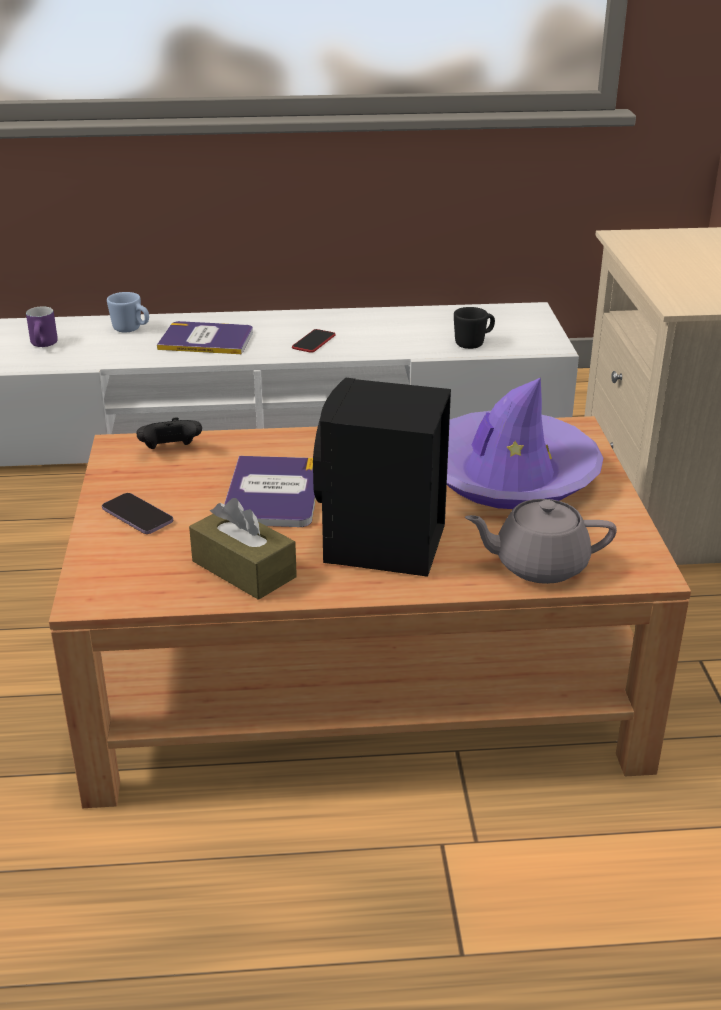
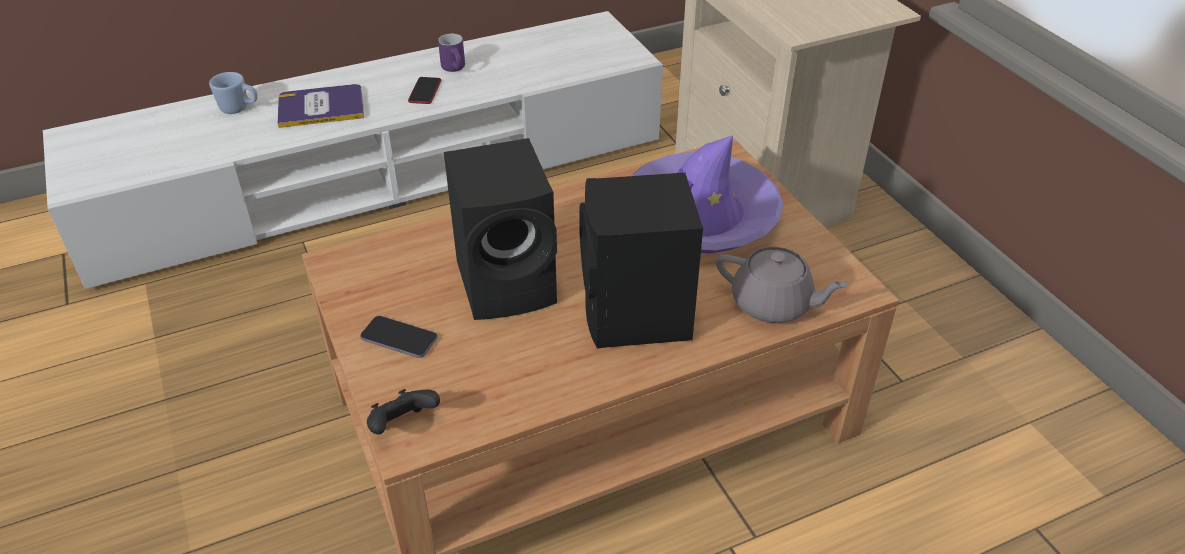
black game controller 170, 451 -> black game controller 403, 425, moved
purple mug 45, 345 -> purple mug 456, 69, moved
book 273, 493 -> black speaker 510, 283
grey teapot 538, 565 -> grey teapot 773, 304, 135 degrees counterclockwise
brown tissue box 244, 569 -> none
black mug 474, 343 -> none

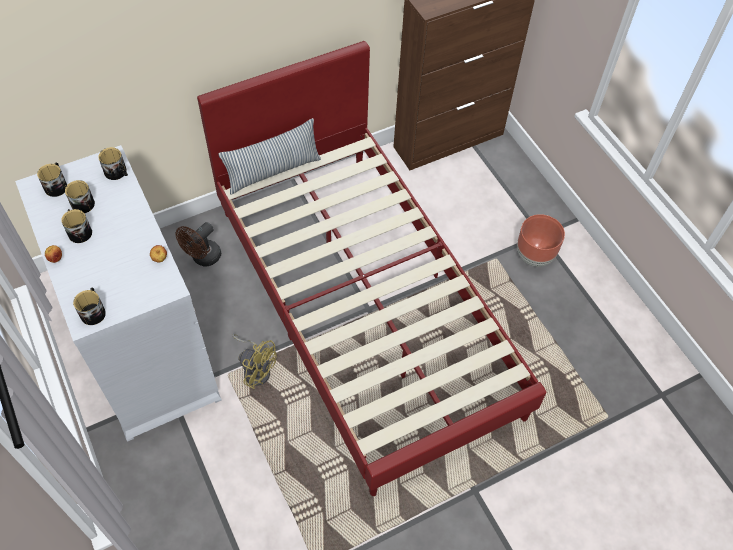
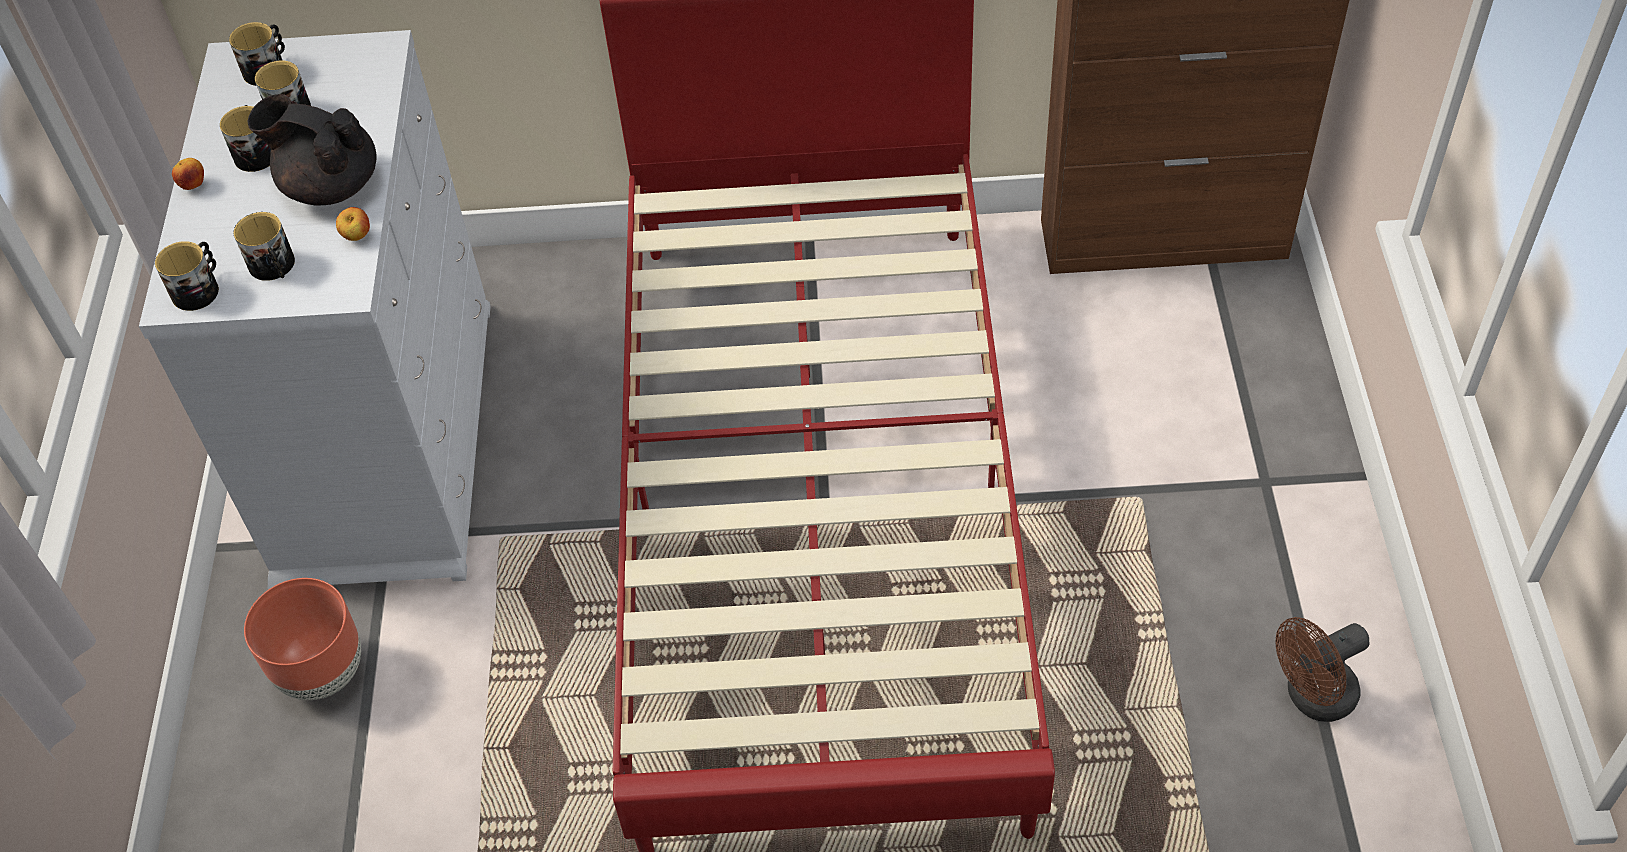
mug 117, 172 -> mug 274, 267, moved
brown planter 534, 256 -> brown planter 321, 672, moved
none -> black teapot 330, 185
brown fan 203, 258 -> brown fan 1312, 698, moved
pillow 273, 171 -> none
yellow fan 256, 369 -> none

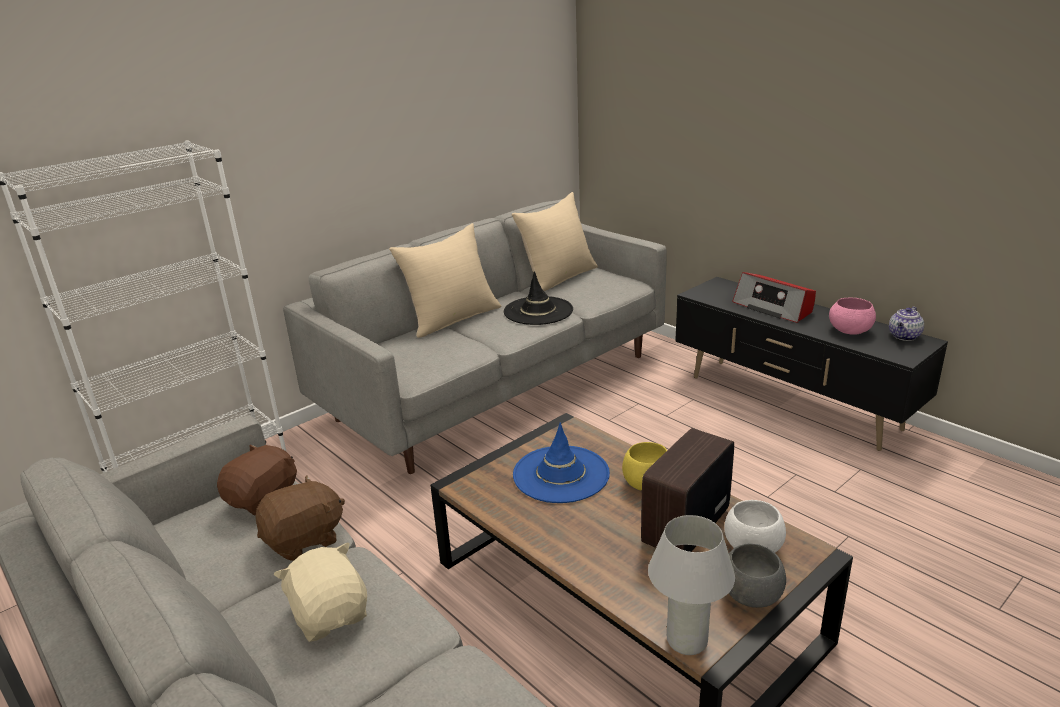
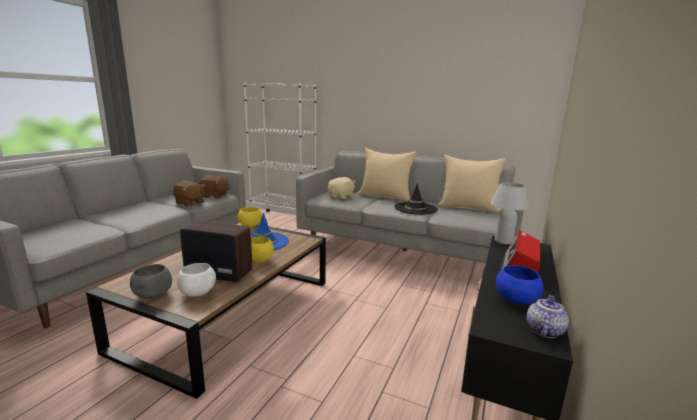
none -> yellow bowl 250, 226
beige plush toy 330, 614 -> beige plush toy 341, 197, moved
white table lamp 687, 641 -> white table lamp 503, 241, moved
pink bowl 850, 331 -> blue bowl 515, 300
teapot 904, 336 -> teapot 544, 330, 105 degrees clockwise

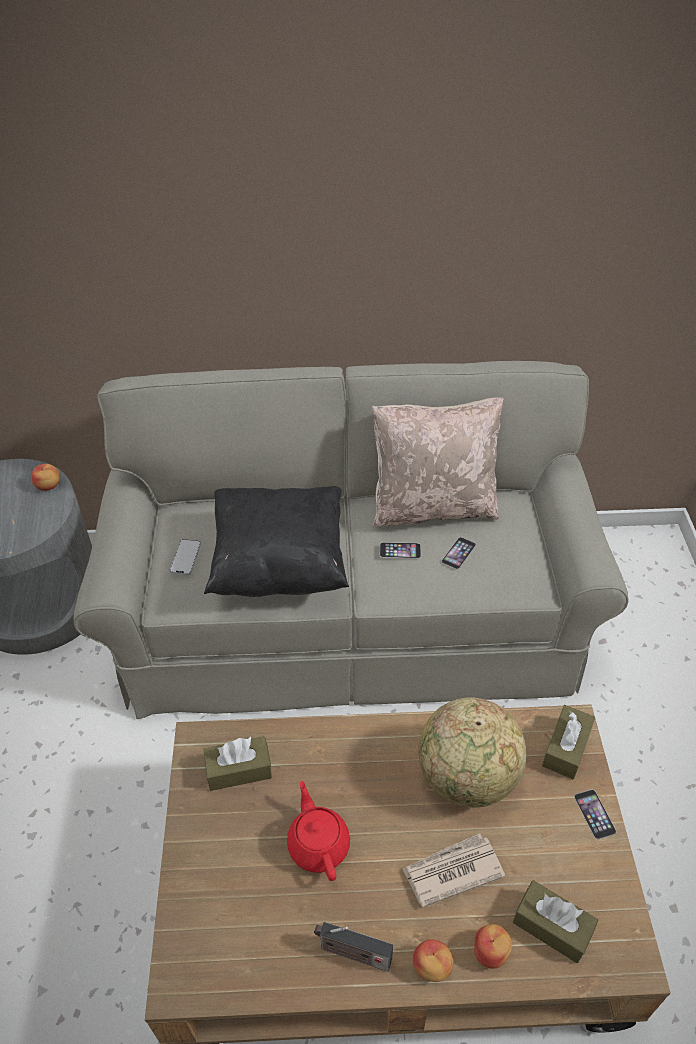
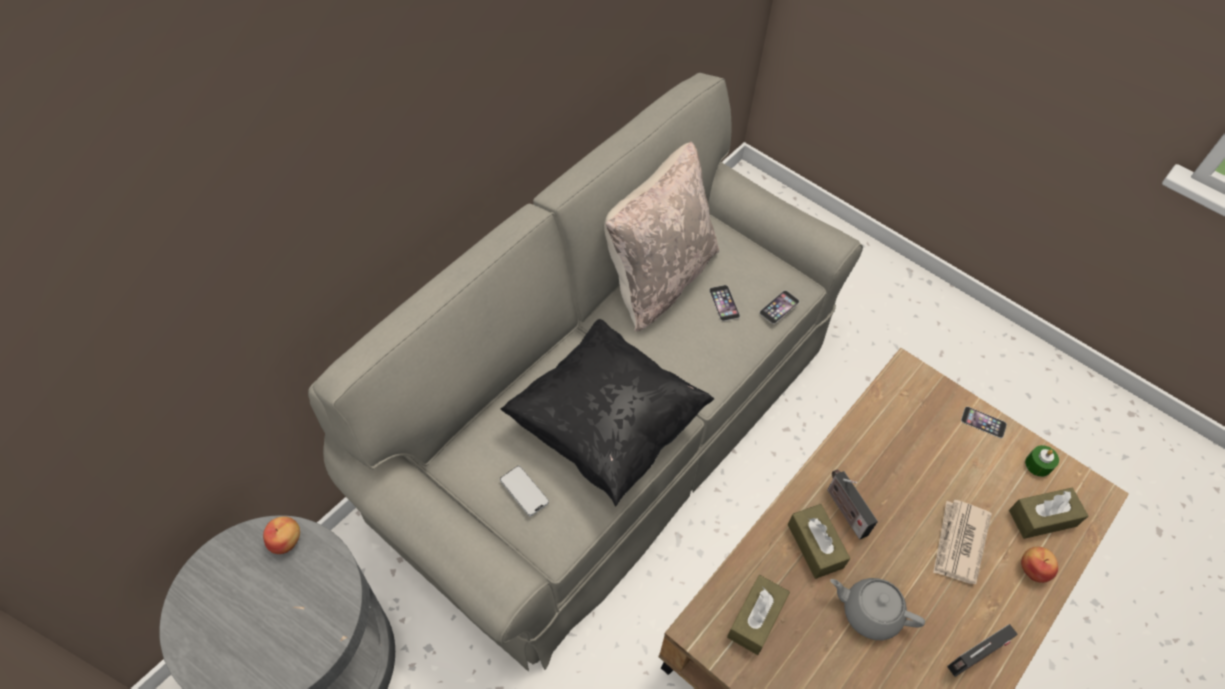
phone 400, 550 -> phone 779, 307, moved
brown tissue box 566, 748 -> brown tissue box 815, 546, moved
none -> radio 844, 510
red teapot 318, 844 -> grey teapot 869, 612
none -> green candle 1038, 464
apple 432, 967 -> none
globe 467, 777 -> none

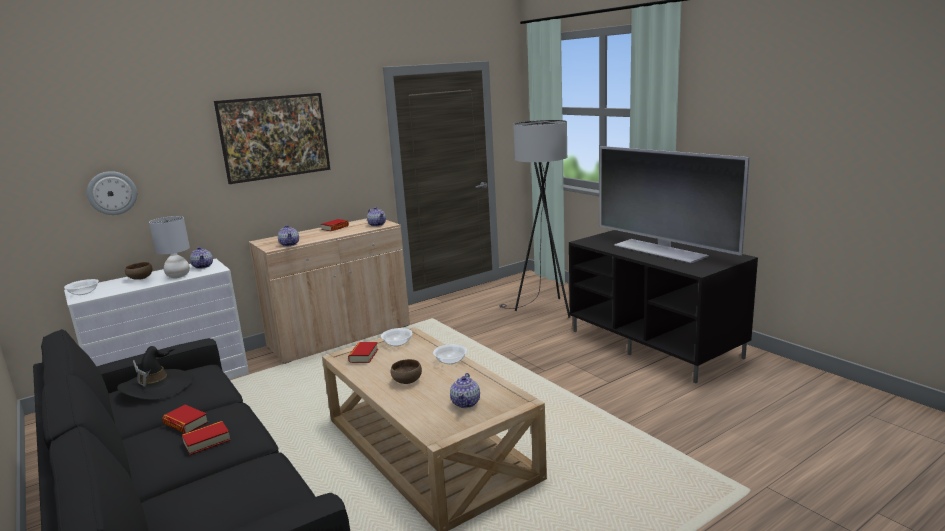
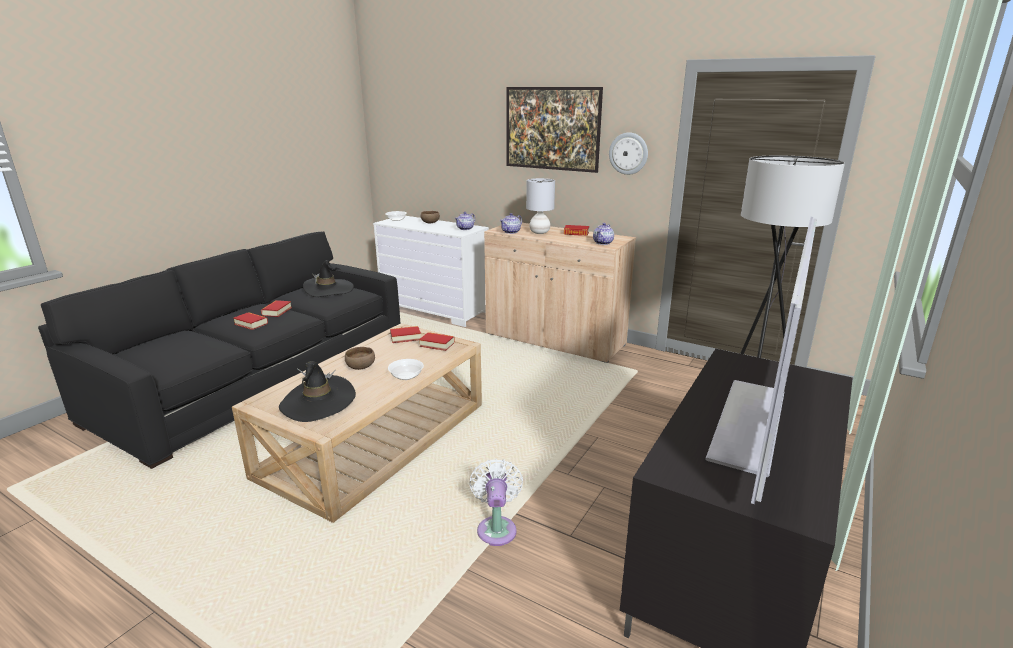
teapot 466, 403 -> black hat 318, 402
bowl 397, 343 -> book 437, 344
none -> white fan 496, 527
grey table lamp 178, 276 -> grey table lamp 539, 232, moved
wall clock 112, 193 -> wall clock 628, 153, moved

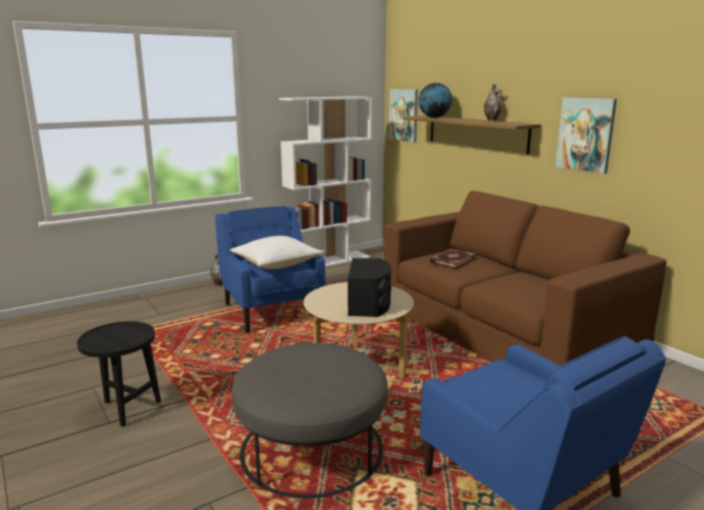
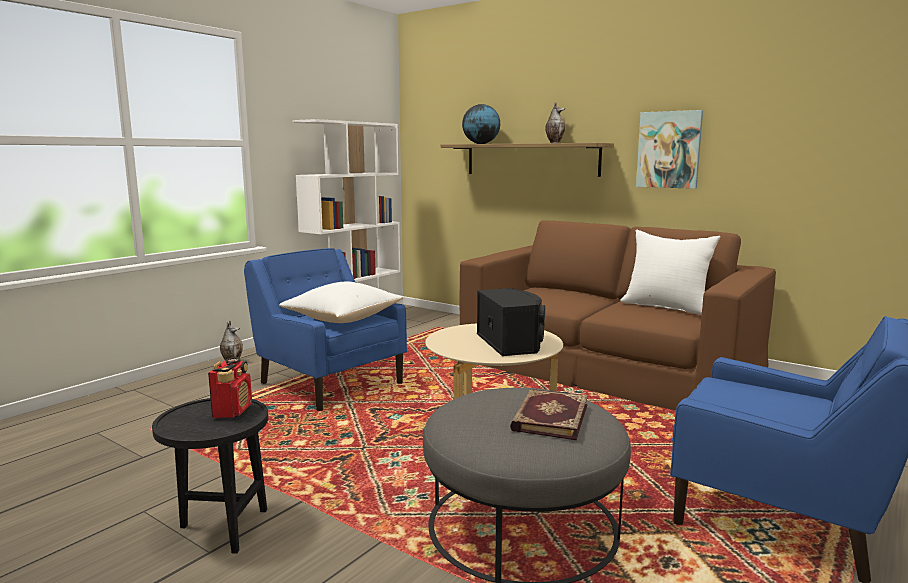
none -> radio 233, 410
book 452, 260 -> book 549, 417, moved
none -> white pillow 667, 307
picture 404, 115 -> none

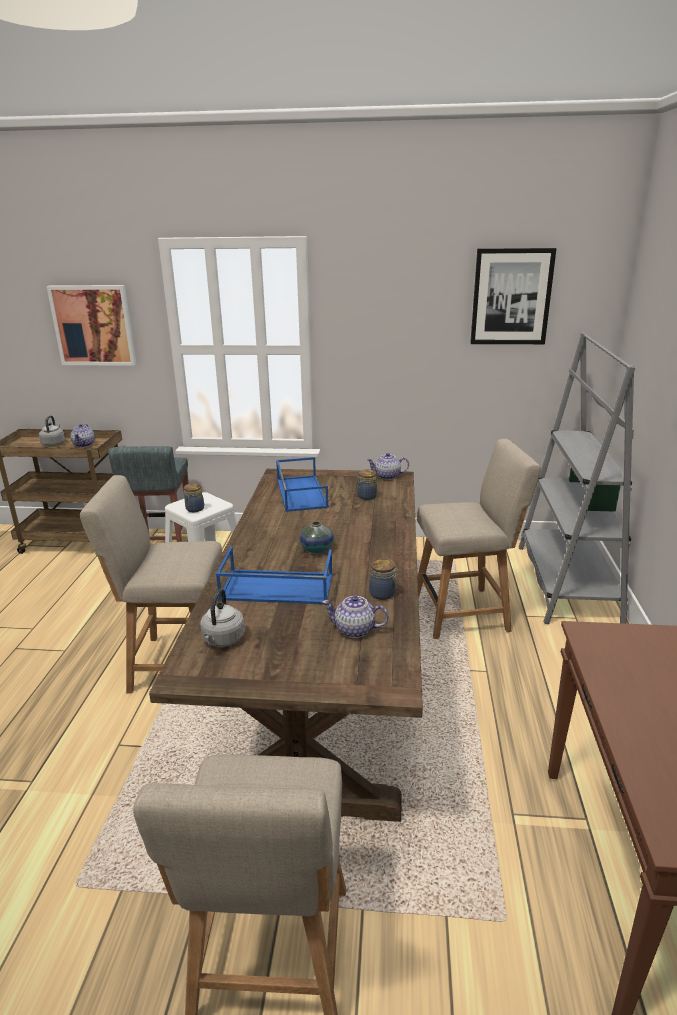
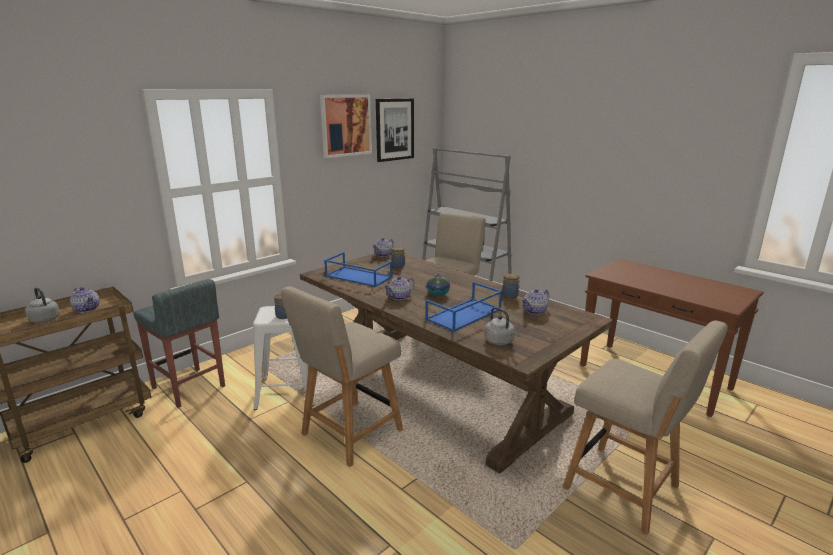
picture 93, 325 -> picture 346, 125, moved
none -> teapot 399, 297

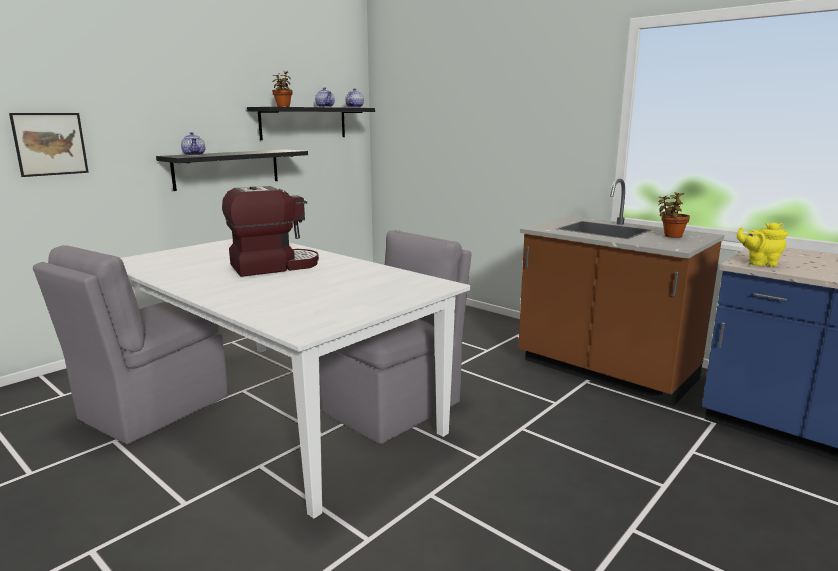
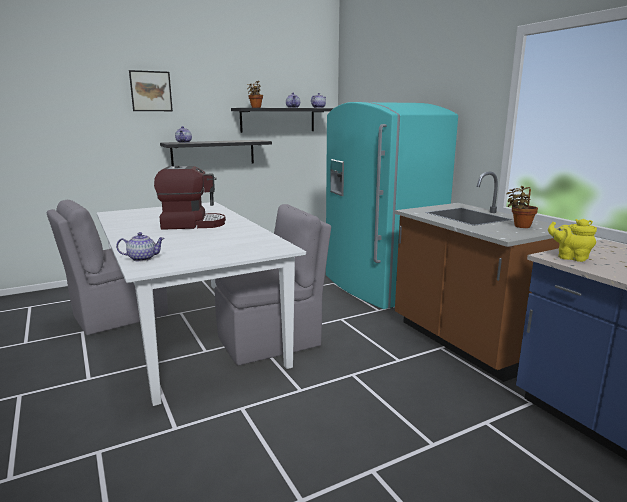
none -> teapot 142, 258
picture 50, 144 -> picture 151, 91, moved
none -> turquoise fridge 378, 287

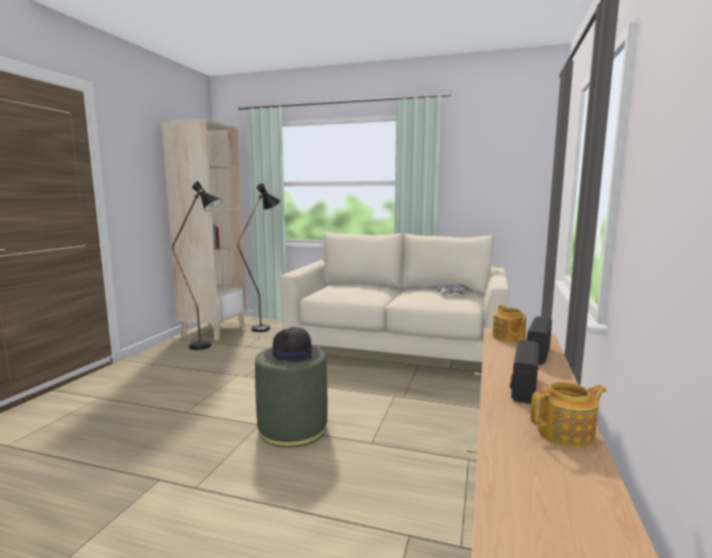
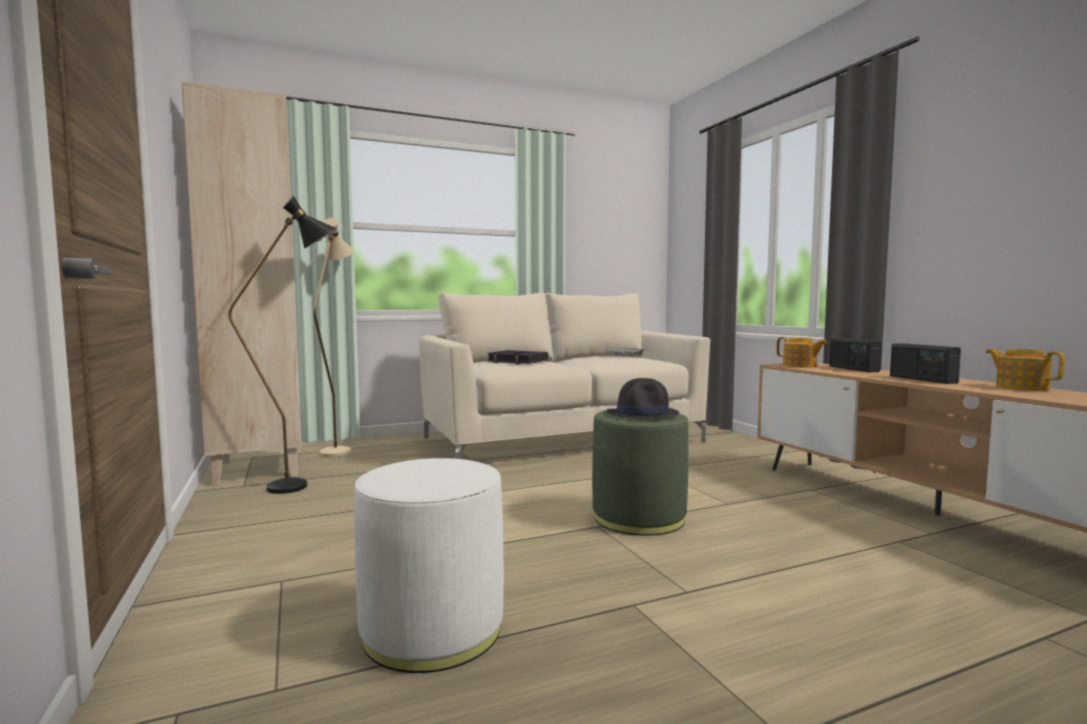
black floor lamp 266, 327 -> beige floor lamp 338, 450
none -> white ottoman 433, 630
none -> book 517, 361
teapot 567, 433 -> teapot 1021, 387, 60 degrees counterclockwise

